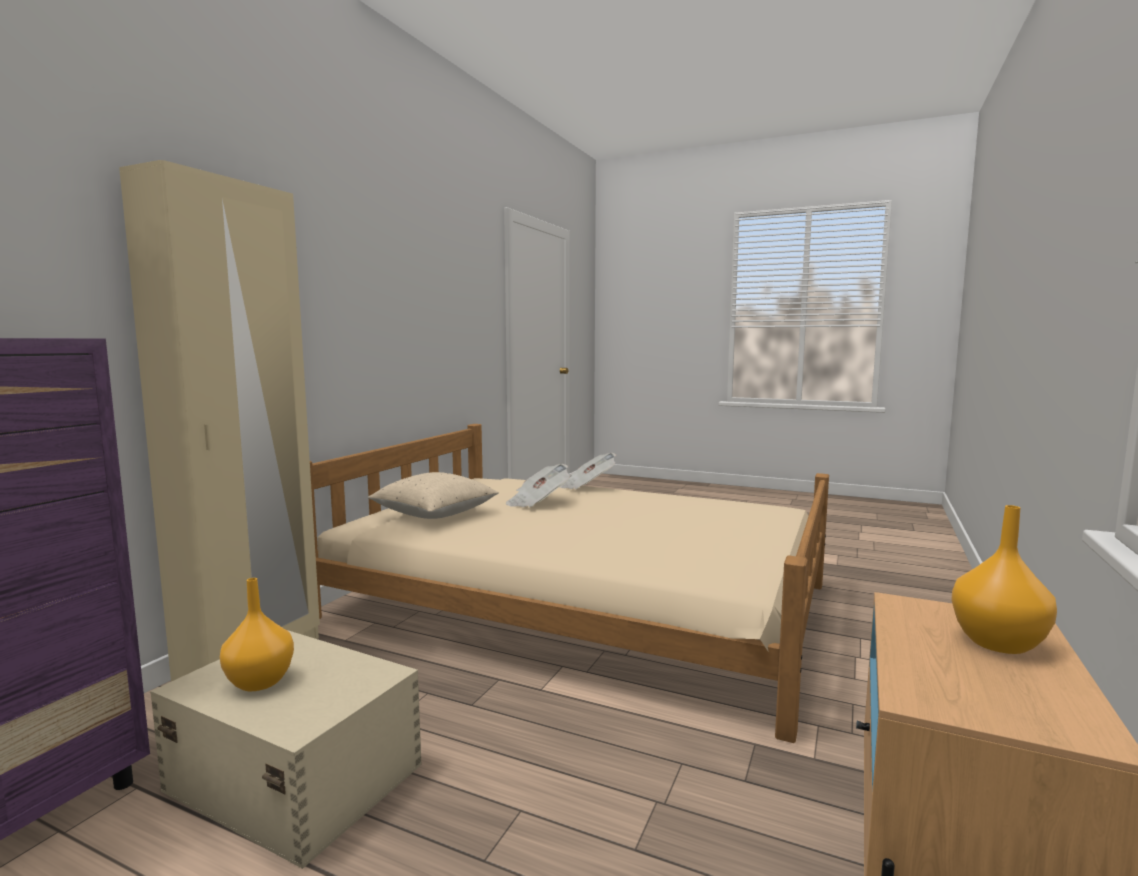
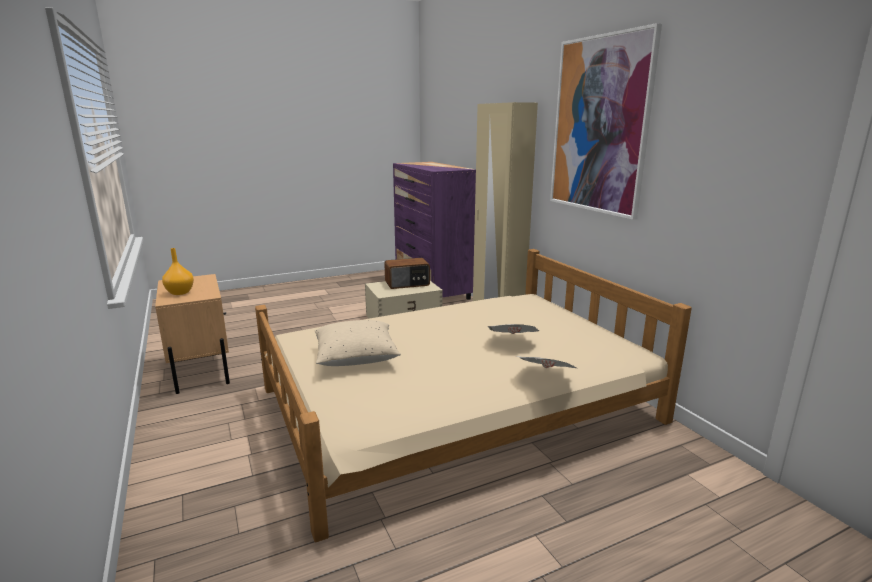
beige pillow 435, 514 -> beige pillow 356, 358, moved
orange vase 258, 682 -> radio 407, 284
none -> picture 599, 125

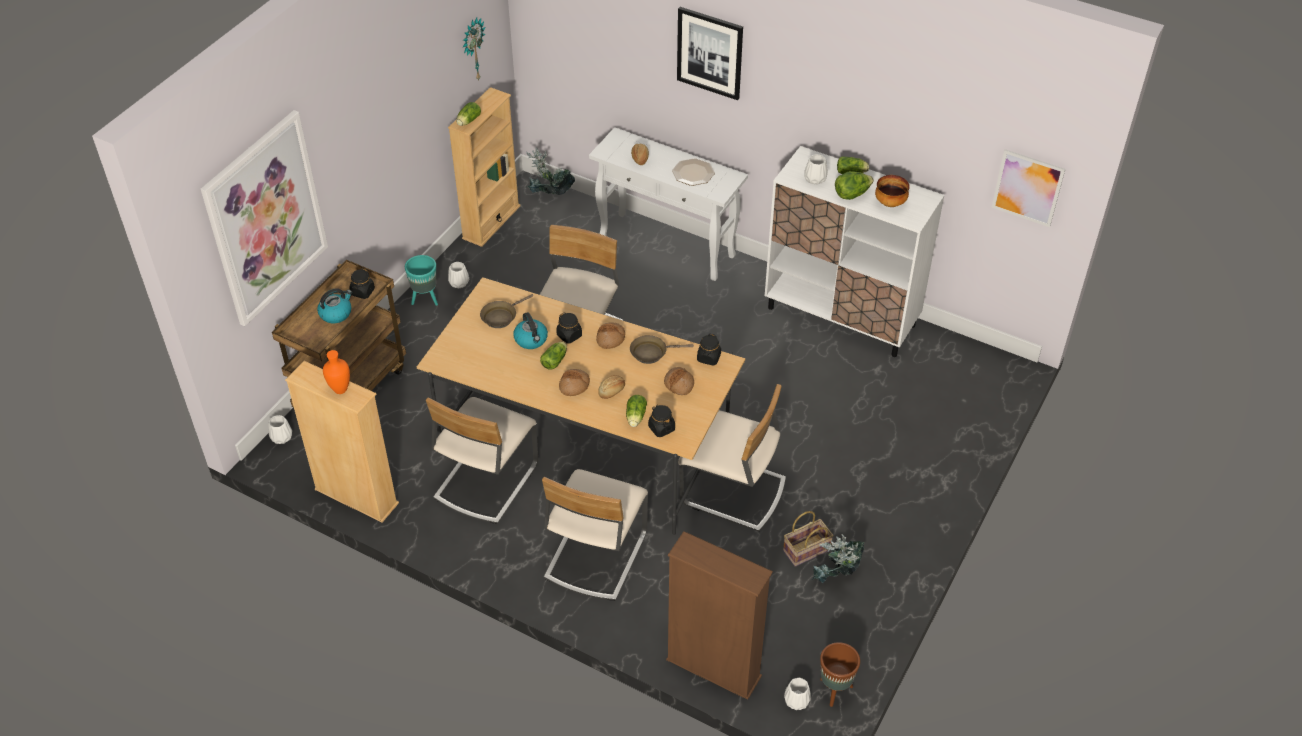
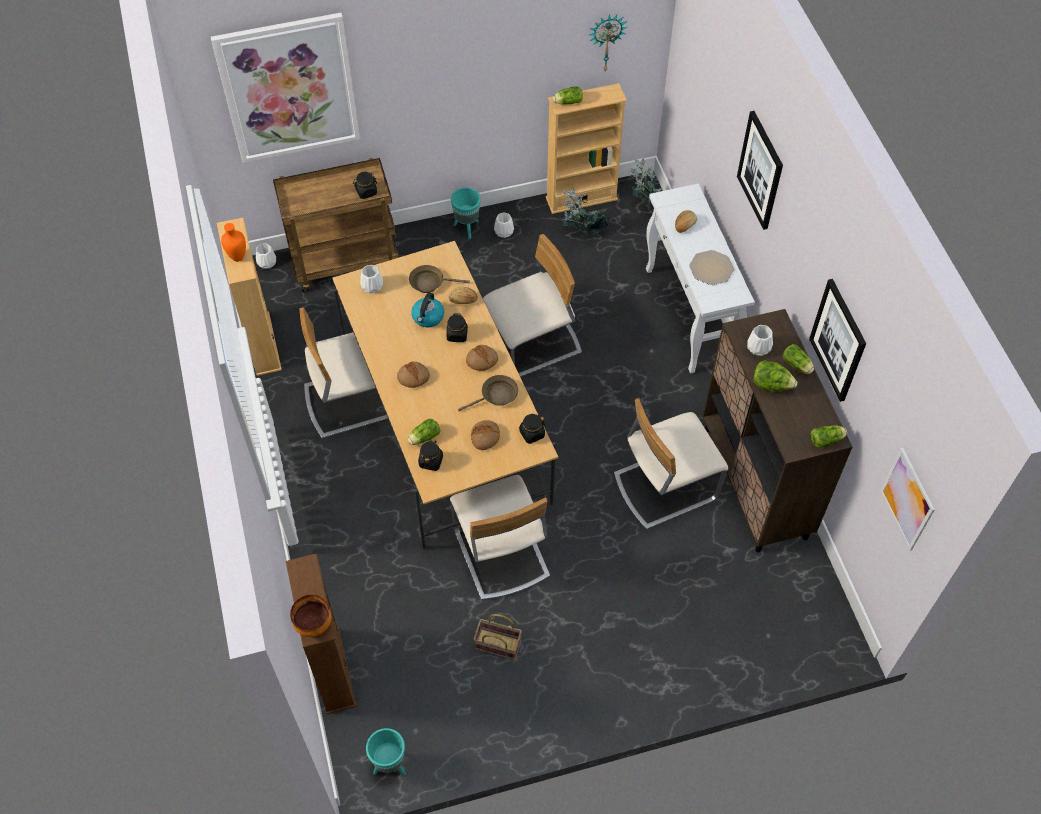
bowl 890, 203 -> bowl 314, 623, moved
white vase 796, 700 -> white vase 372, 286, moved
brown planter 834, 690 -> turquoise planter 390, 765
bread 612, 391 -> bread 463, 300, moved
brown frying pan 651, 353 -> brown frying pan 496, 396, 120 degrees clockwise
potted plant 836, 578 -> potted plant 580, 233, moved
beige chair 595, 555 -> beige chair 664, 486, moved
white cabinet 841, 317 -> brown cabinet 755, 483
none -> picture 838, 340
lettuce 555, 360 -> lettuce 827, 440, moved
kettle 336, 313 -> none

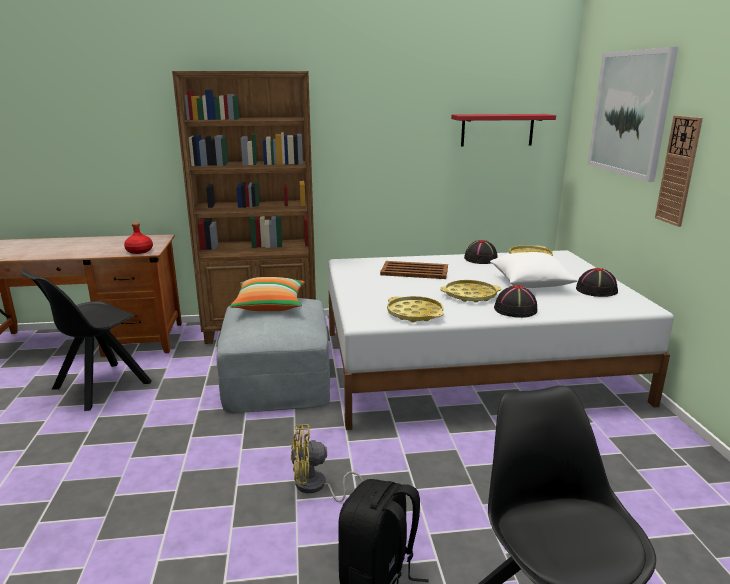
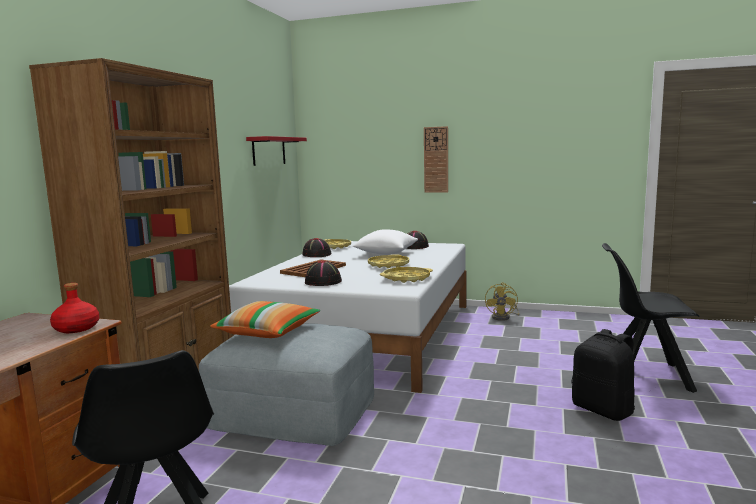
black hat 515, 310 -> black hat 323, 282, moved
yellow fan 316, 487 -> yellow fan 504, 317, moved
picture 629, 113 -> none

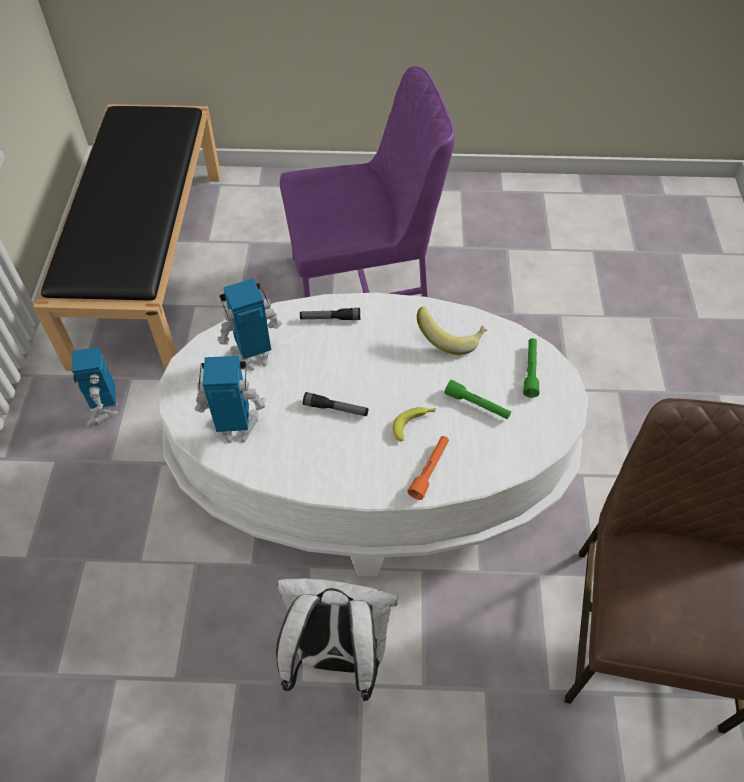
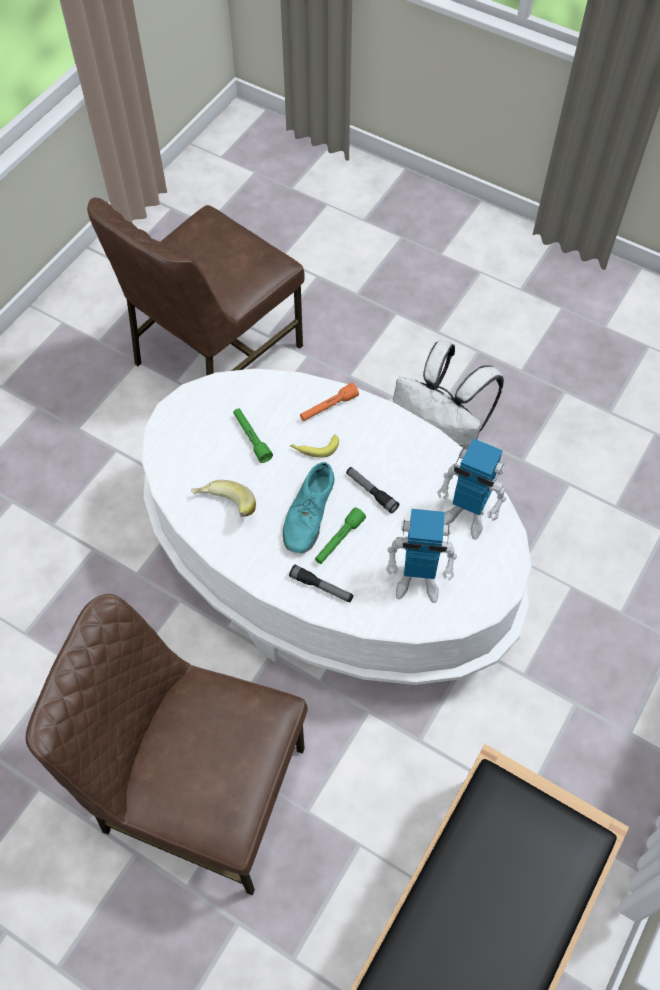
purple chair 362, 288 -> brown chair 200, 791
none -> turquoise shoe 309, 514
green flashlight 530, 371 -> green flashlight 339, 540, moved
toy robot 105, 410 -> none

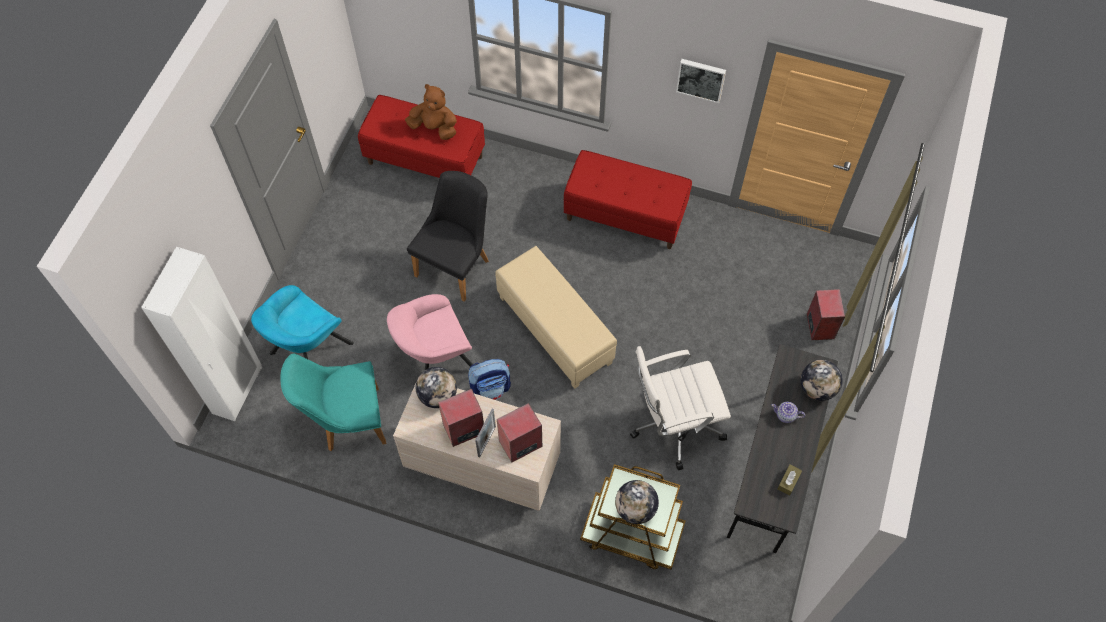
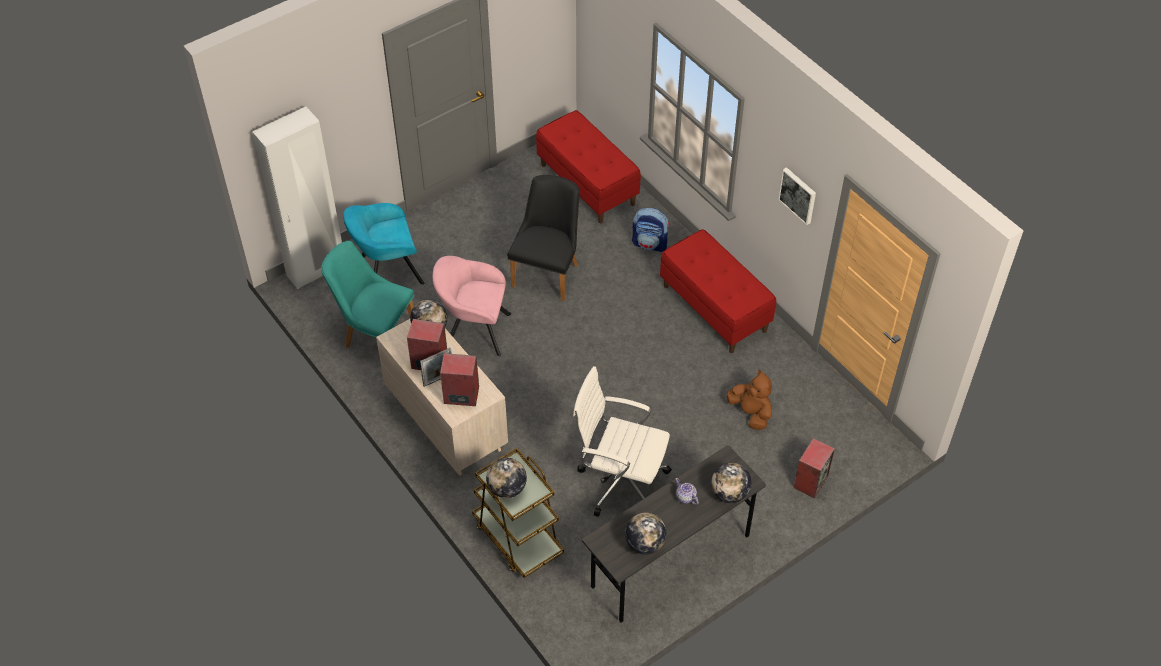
black chair 457, 263 -> black chair 548, 271, 45 degrees counterclockwise
brown tissue box 788, 481 -> globe 644, 544
backpack 490, 388 -> backpack 650, 244, moved
brown plush toy 434, 128 -> brown plush toy 751, 413, moved
beige ottoman 554, 330 -> none

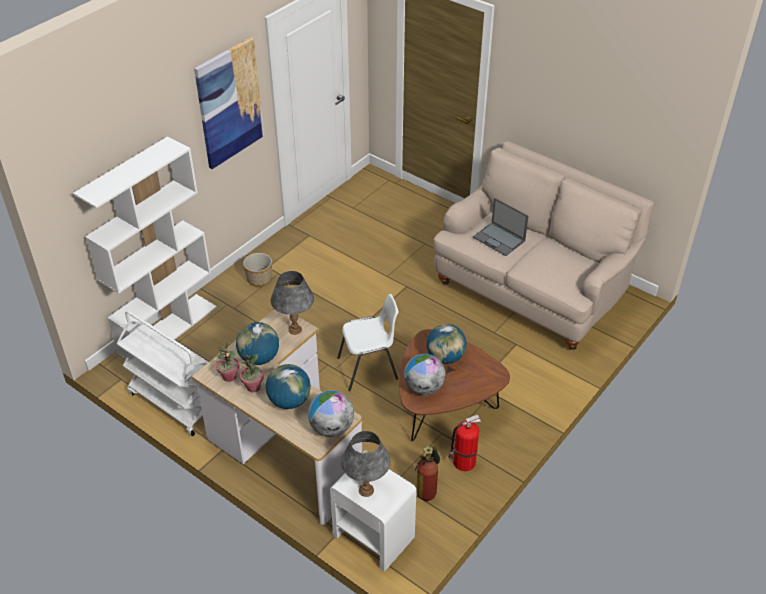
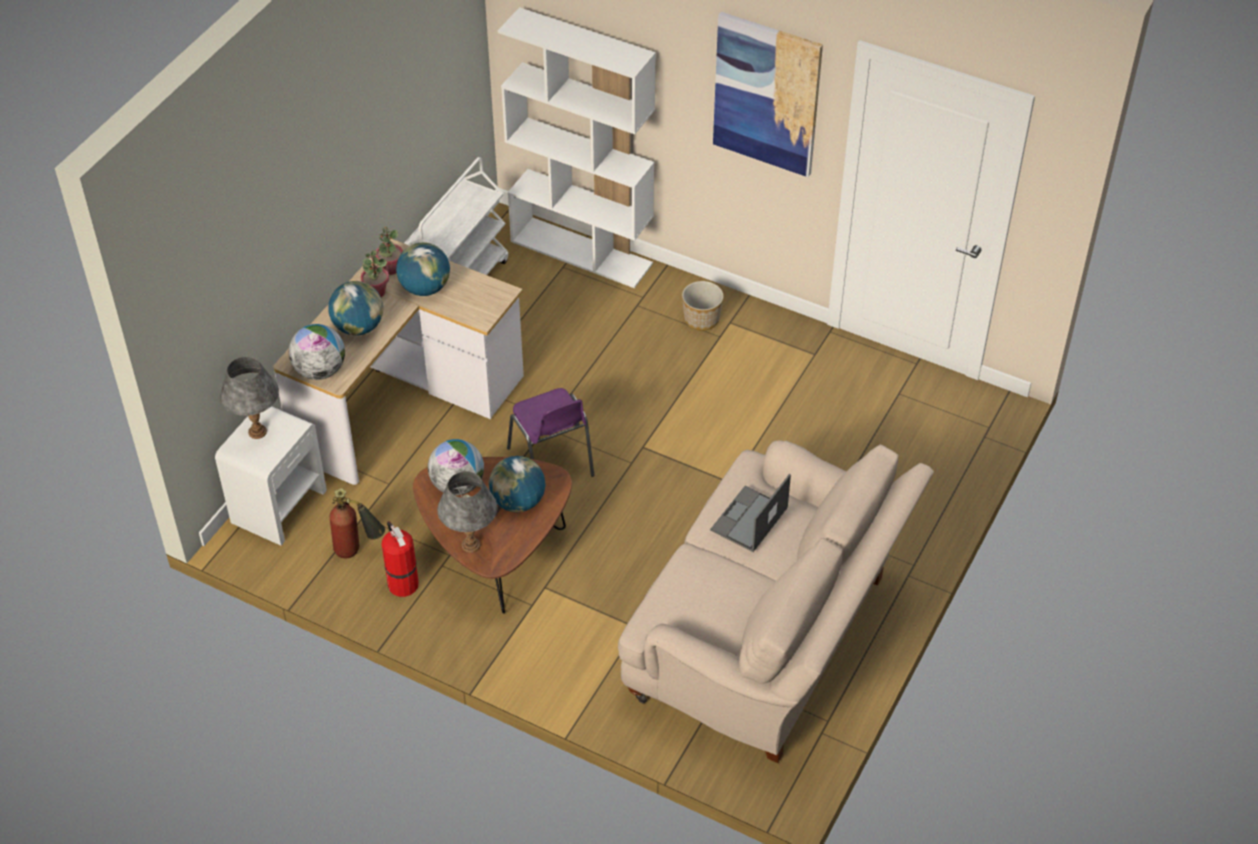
grey table lamp 295, 330 -> grey table lamp 470, 545, moved
white chair 369, 369 -> purple chair 552, 463

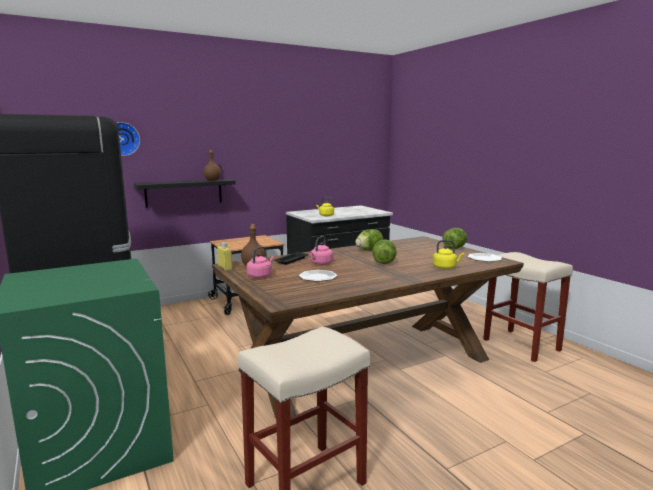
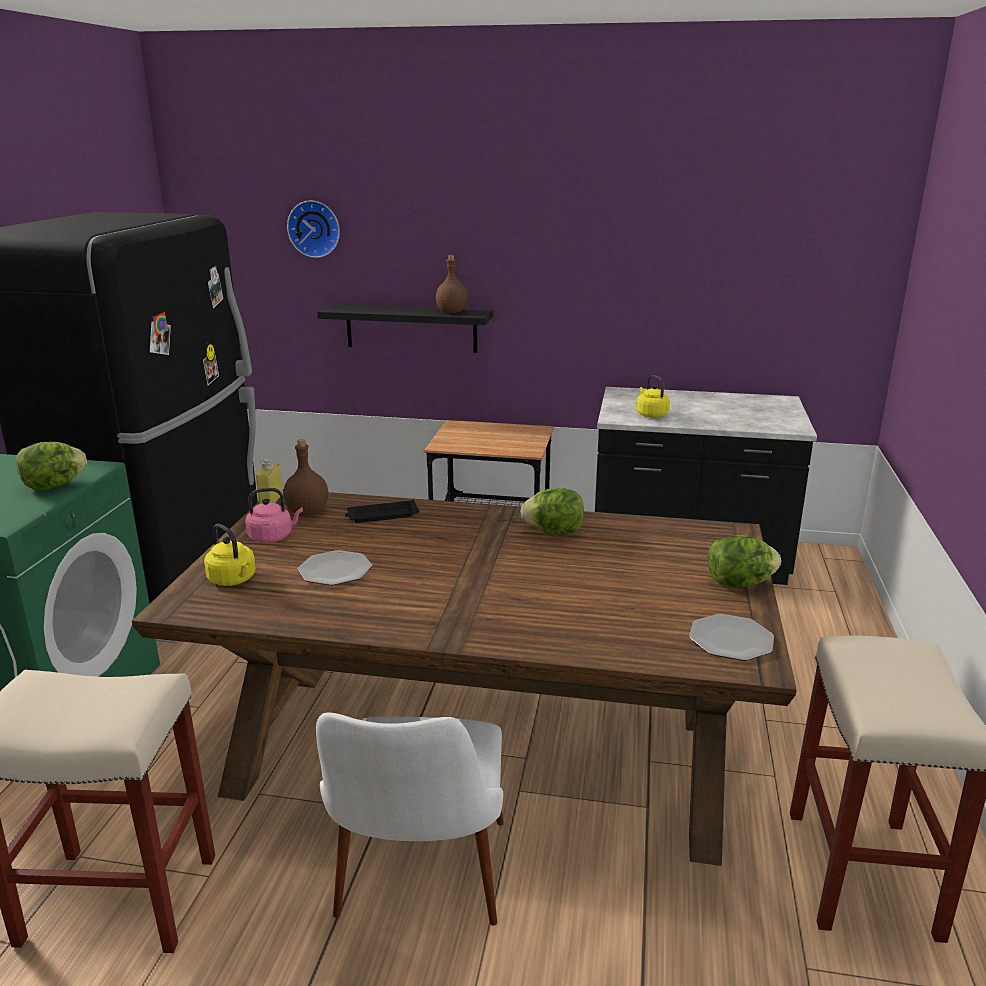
lettuce 384, 262 -> lettuce 54, 486, moved
yellow kettle 445, 267 -> yellow kettle 233, 580, moved
none -> white chair 418, 893
pink kettle 320, 263 -> none

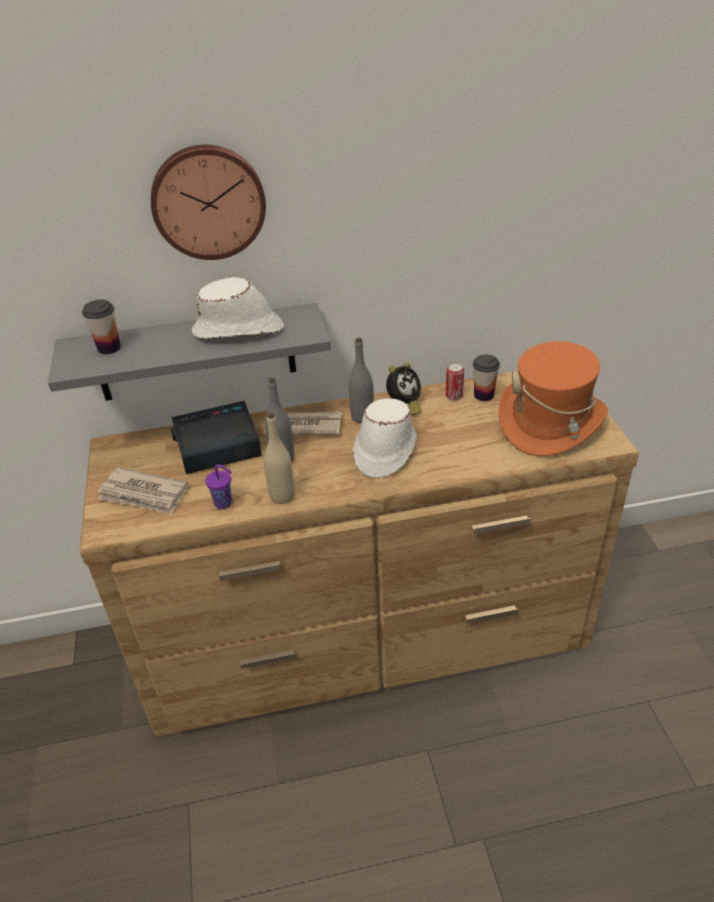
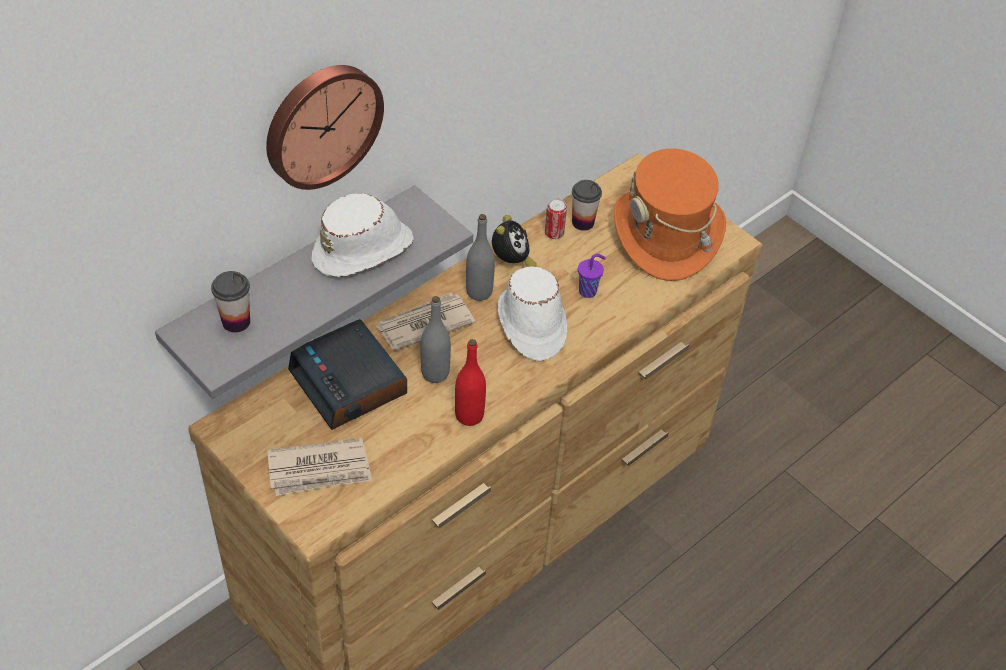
alarm clock 217, 446 -> alarm clock 349, 383, 75 degrees counterclockwise
beige bottle 282, 496 -> red bottle 469, 415
purple cup 224, 503 -> purple cup 588, 291, moved

